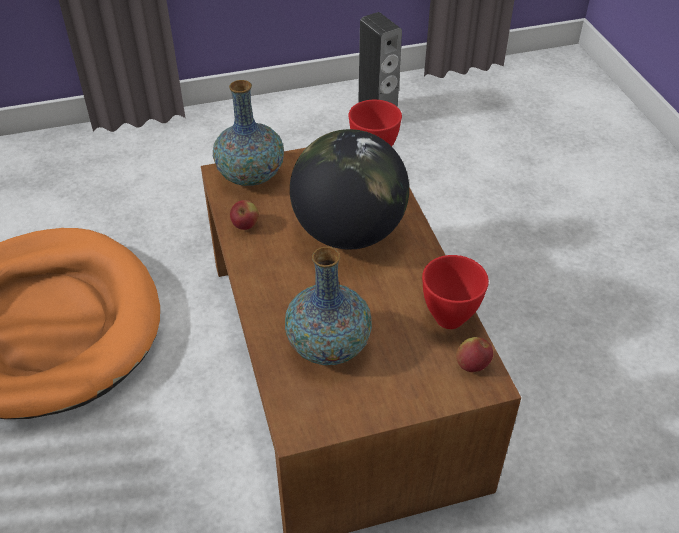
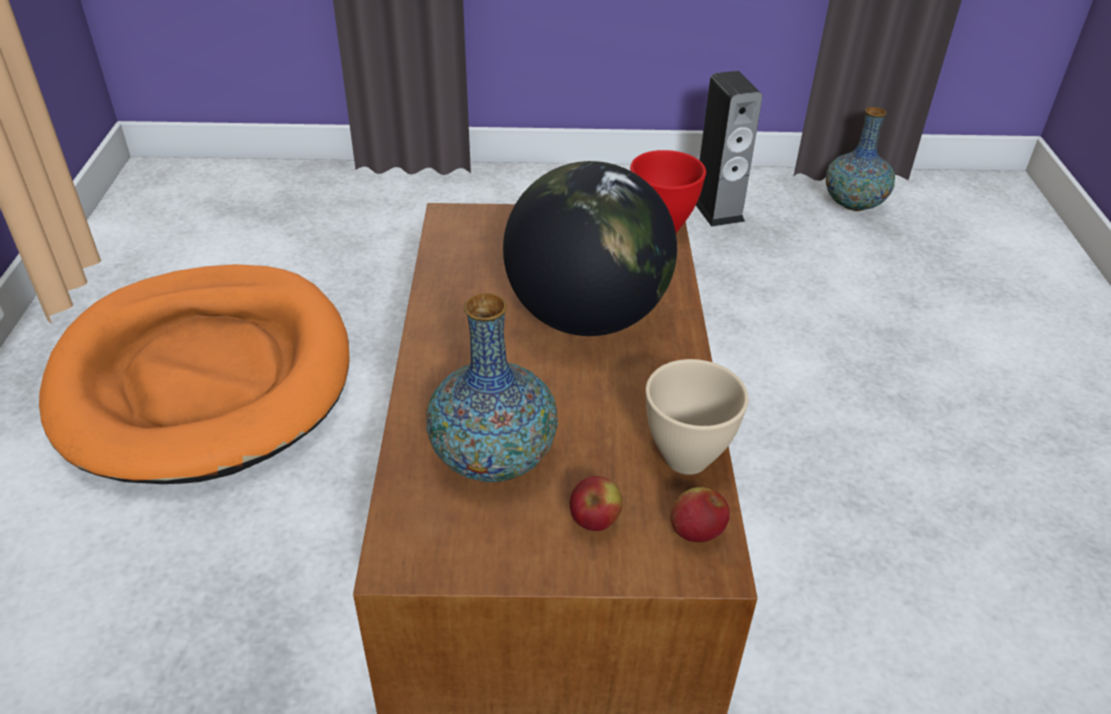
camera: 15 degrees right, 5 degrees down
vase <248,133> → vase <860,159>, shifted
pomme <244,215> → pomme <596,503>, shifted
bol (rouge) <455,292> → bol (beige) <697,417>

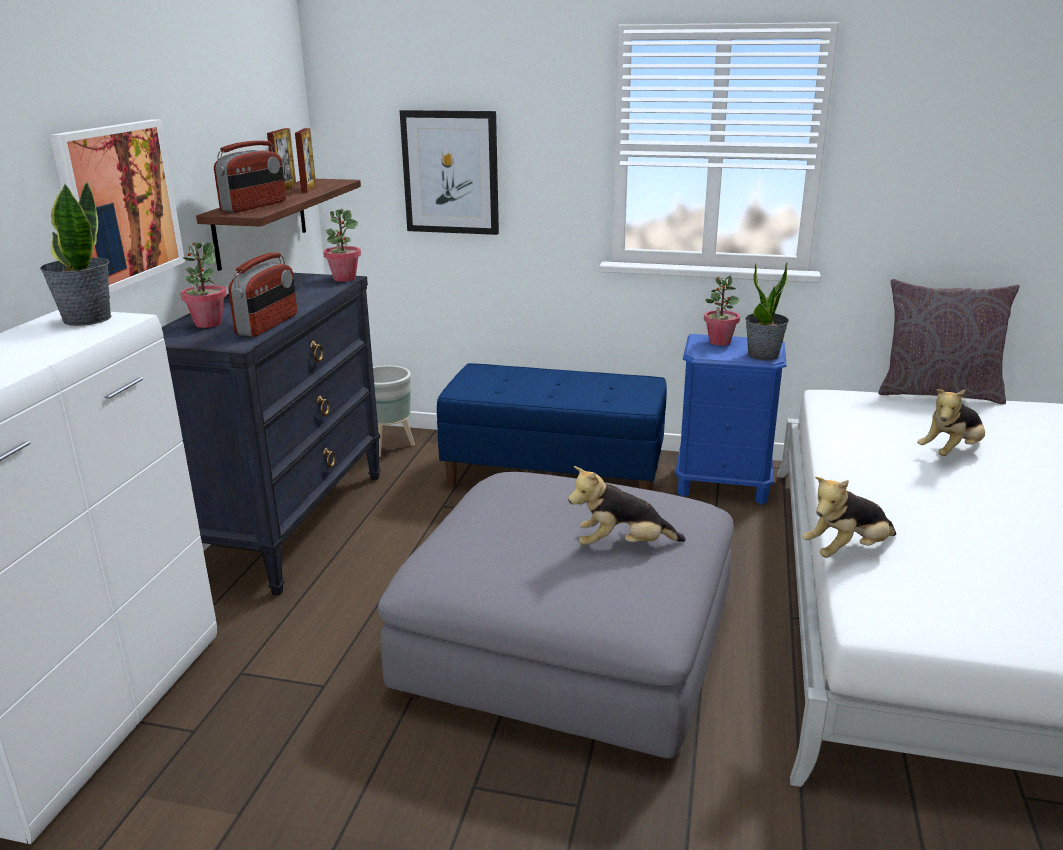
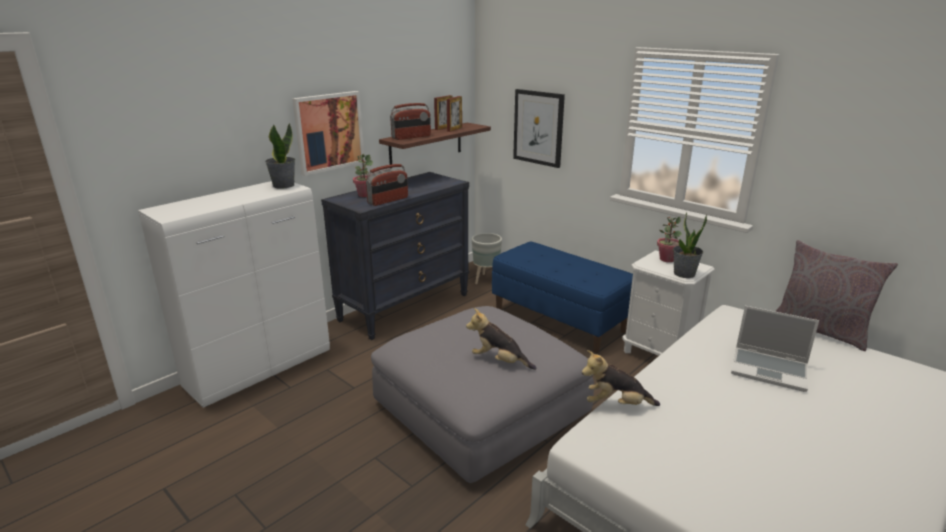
camera: 30 degrees right, 0 degrees up
plante en pot <342,245> → -
table de chevet (bleu) <731,419> → table de chevet (blanc) <668,303>
peluche <951,422> → ordinateur portable <775,349>

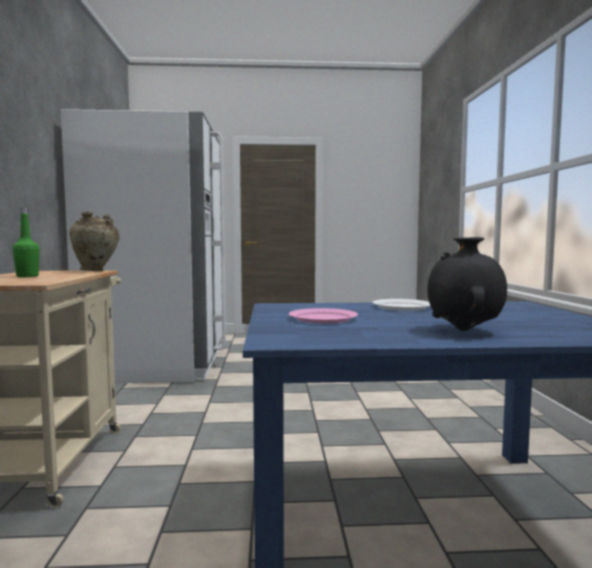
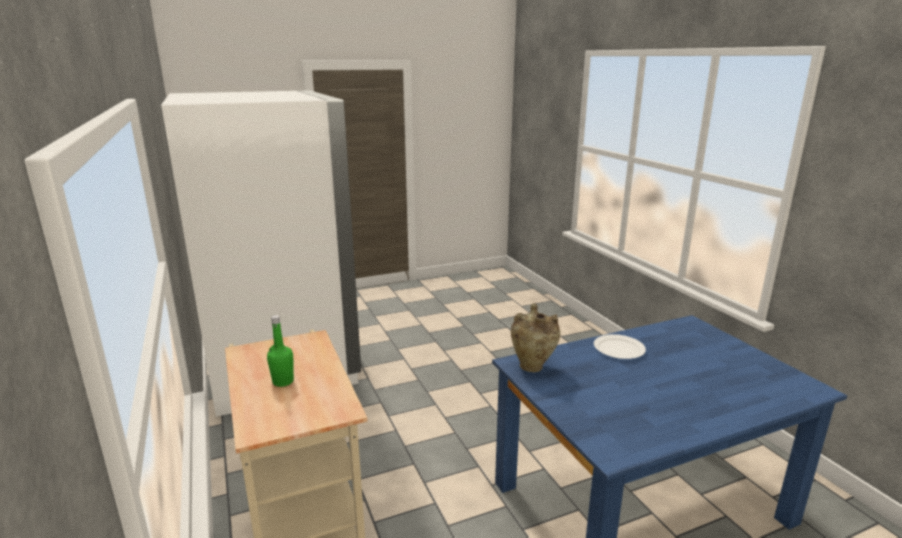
camera: 20 degrees left, 15 degrees up
vase (beige) <94,241> → vase (beige) <535,337>, shifted
assiette (rose) <323,316> → -
vase (noir) <467,284> → -

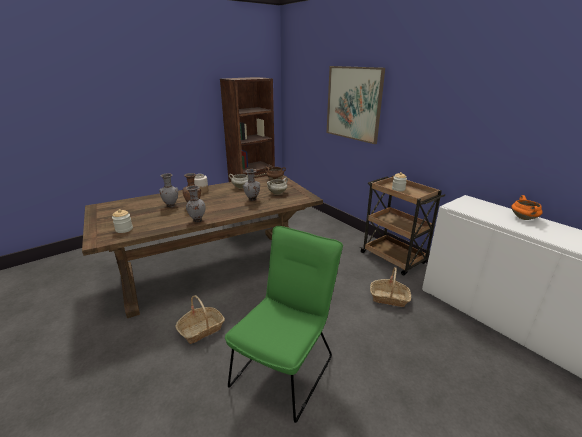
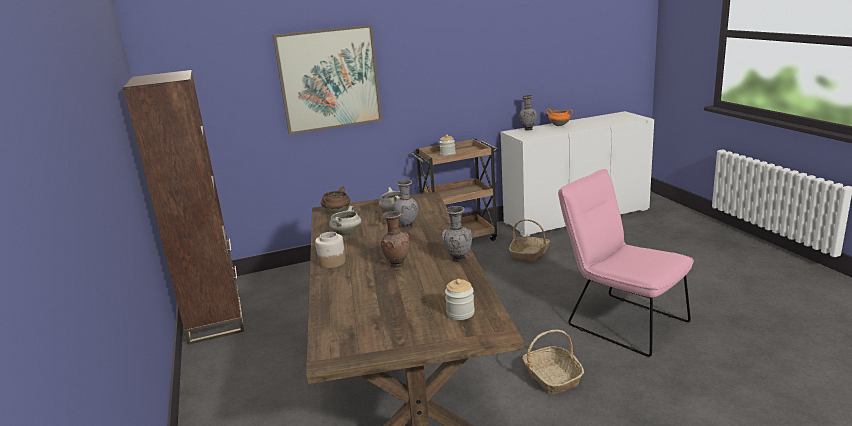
camera: 70 degrees left, 5 degrees down
vase (gris) <168,190> → vase (gris) <528,113>, shifted
chaise (vert) <284,324> → chaise (rose) <626,263>

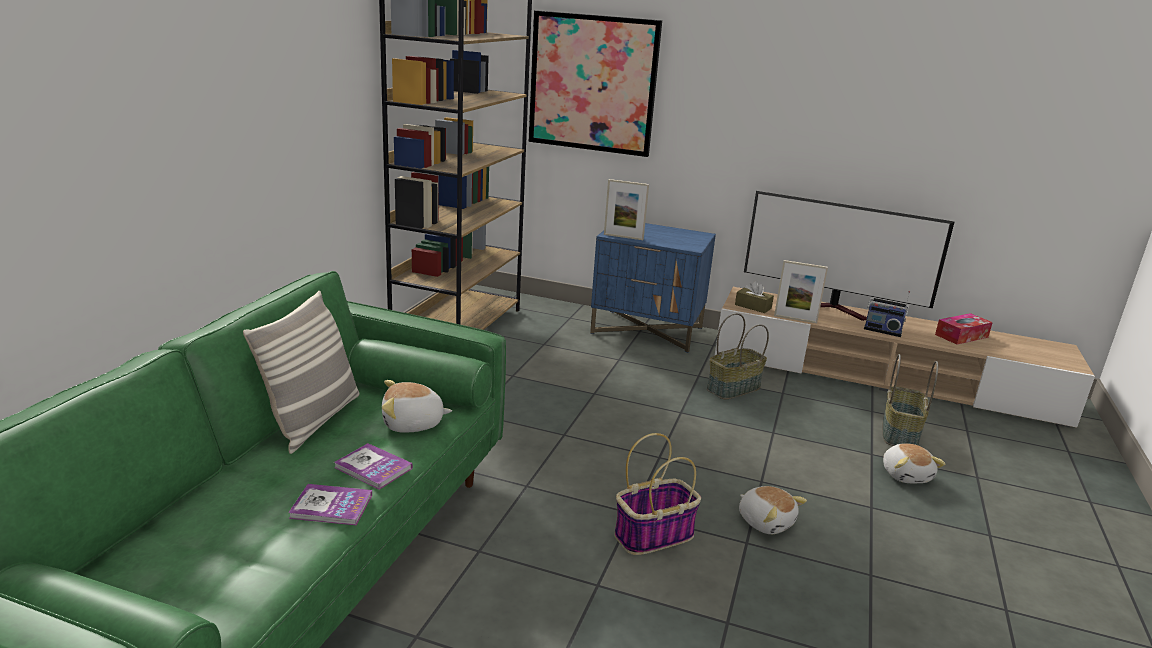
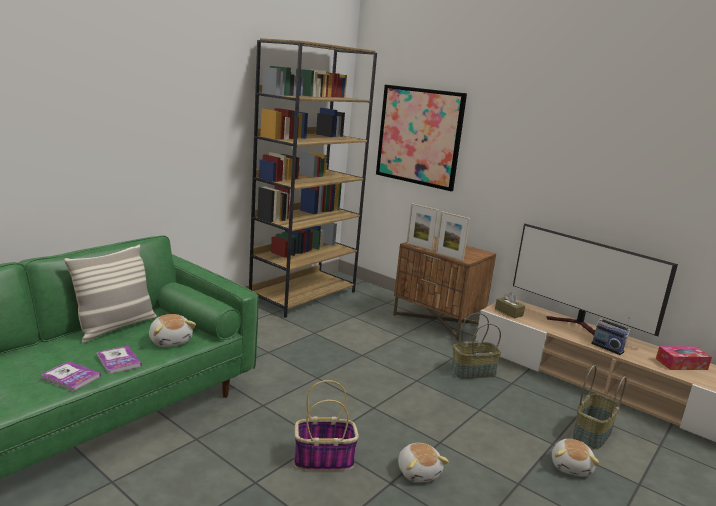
camera: 20 degrees right, 5 degrees down
peluche <417,406> → peluche <172,330>, 135 degrees counterclockwise
table de chevet (bleu) <653,288> → table de chevet (marron) <444,289>
cadre photo <801,291> → cadre photo <452,236>, shifted

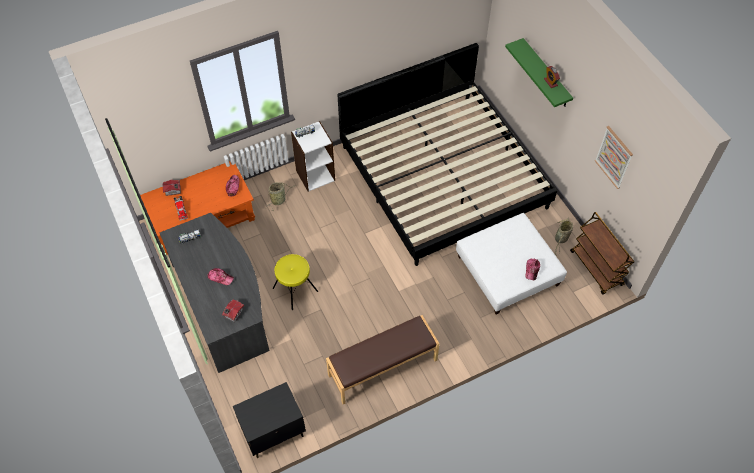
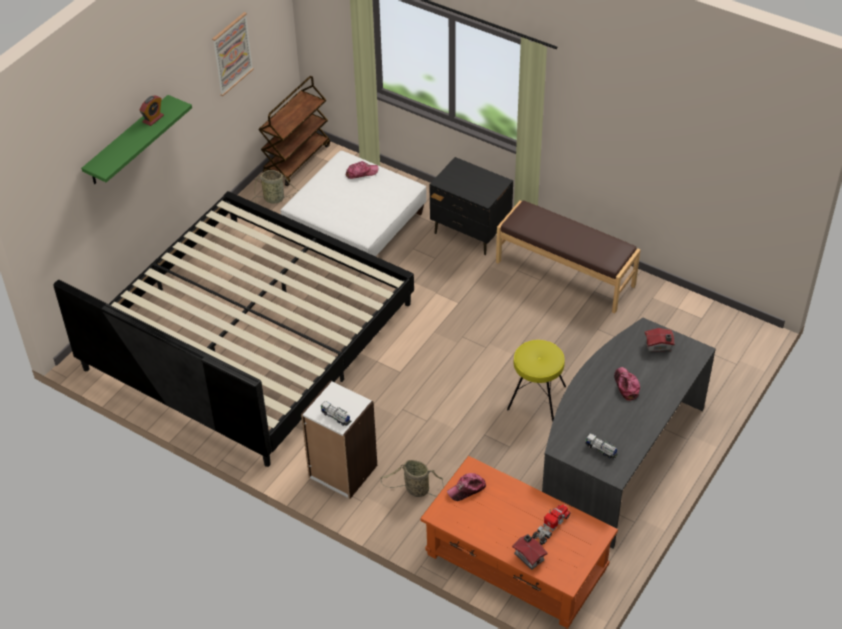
camera: 120 degrees left, 10 degrees down
table de chevet (noir) <269,420> → table de chevet (noir) <471,206>, shifted

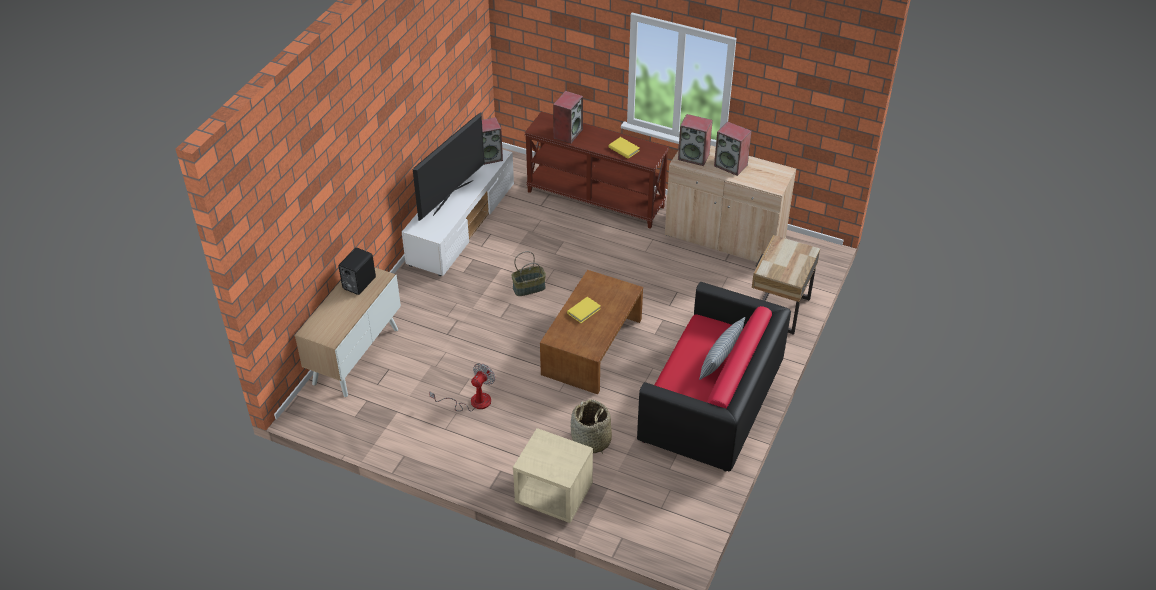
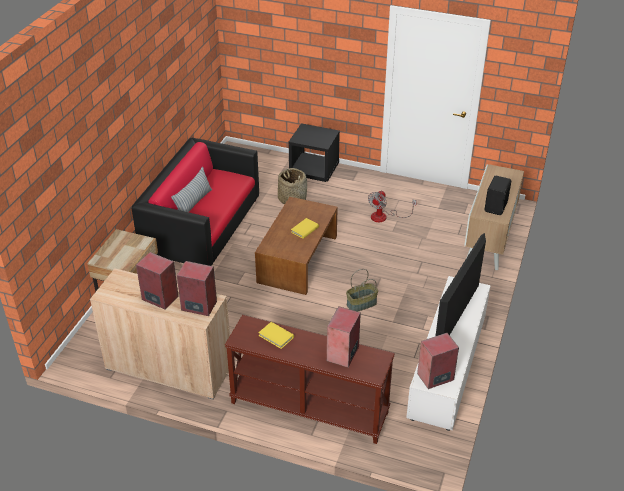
camera: 175 degrees right, 5 degrees down
table de chevet (beige) <553,475> → table de chevet (noir) <314,152>

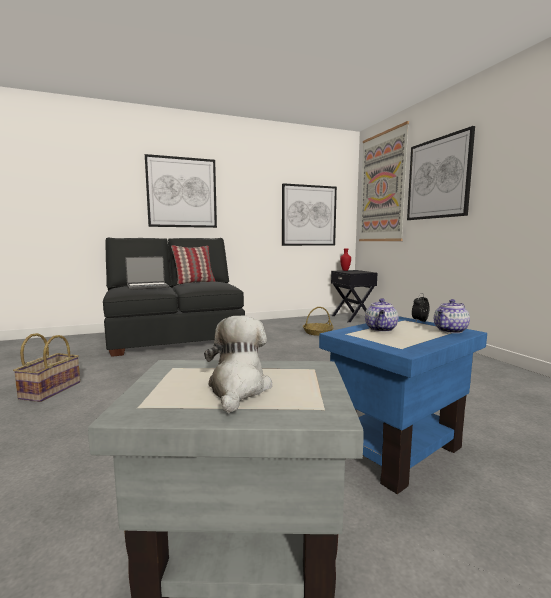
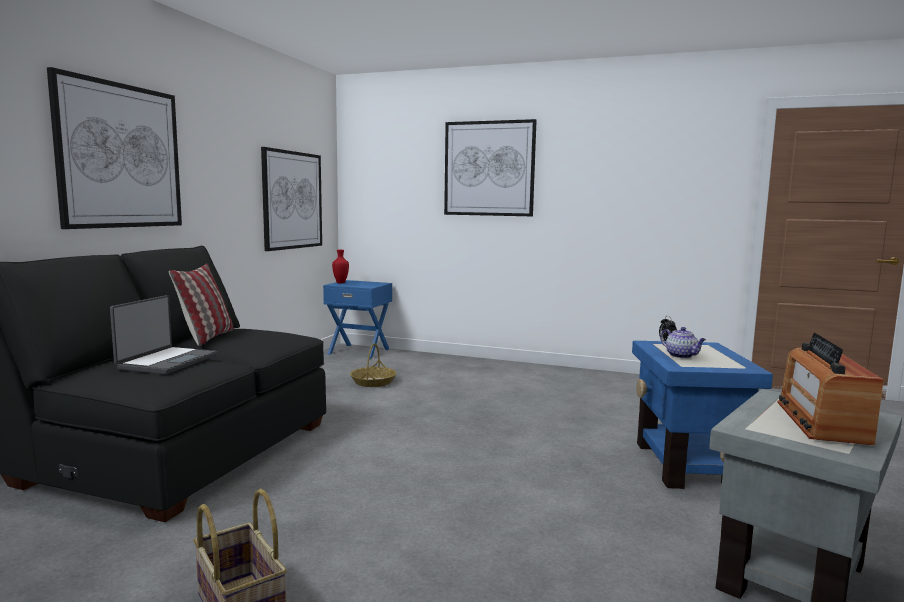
camera: 50 degrees left, 0 degrees up
peluche <238,364> → radio <830,389>
table de chevet (noir) <354,296> → table de chevet (bleu) <357,319>
tableau <384,181> → -
théière <452,316> → -

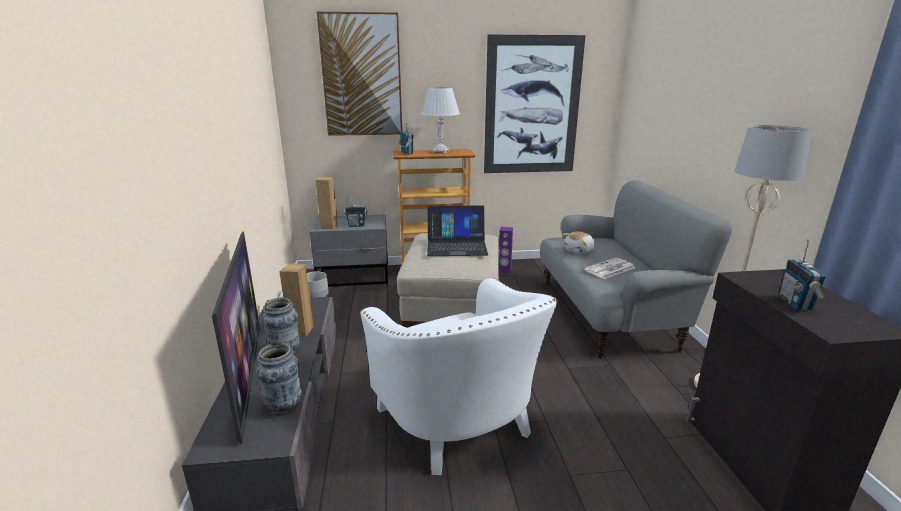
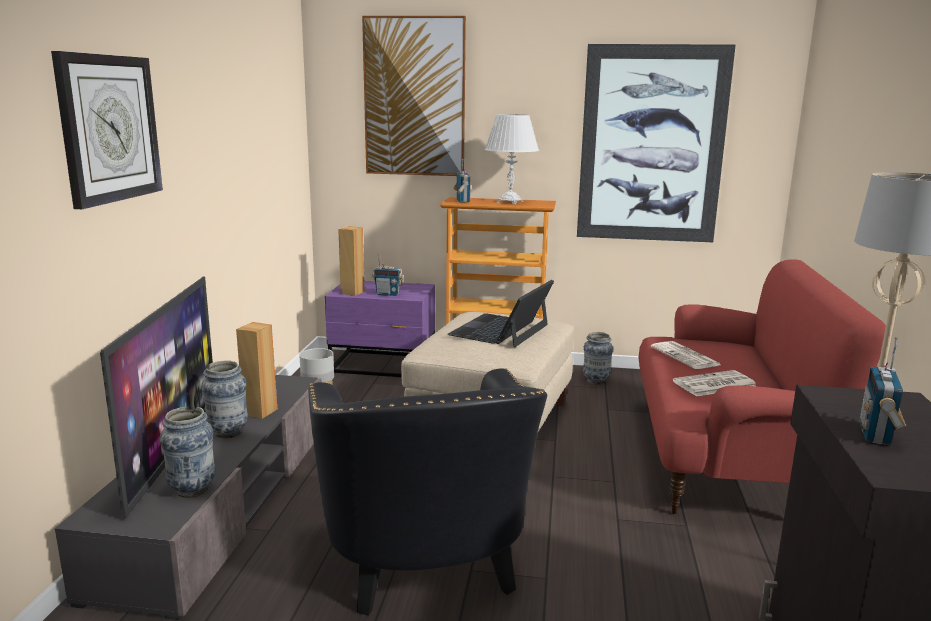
camera: 15 degrees right, 5 degrees down
table de chevet (gris) <349,250> → table de chevet (violet) <380,329>
fauteuil (blanc) <459,376> → fauteuil (noir) <428,492>
ordinateur portable <457,230> → ordinateur portable <501,313>, 105 degrees clockwise
enceinte (violet) <506,250> → vase <598,358>
canapé (gris) <636,269> → canapé (rouge) <762,387>
peluche <578,243> → journal <685,355>
- → horloge murale <107,130>

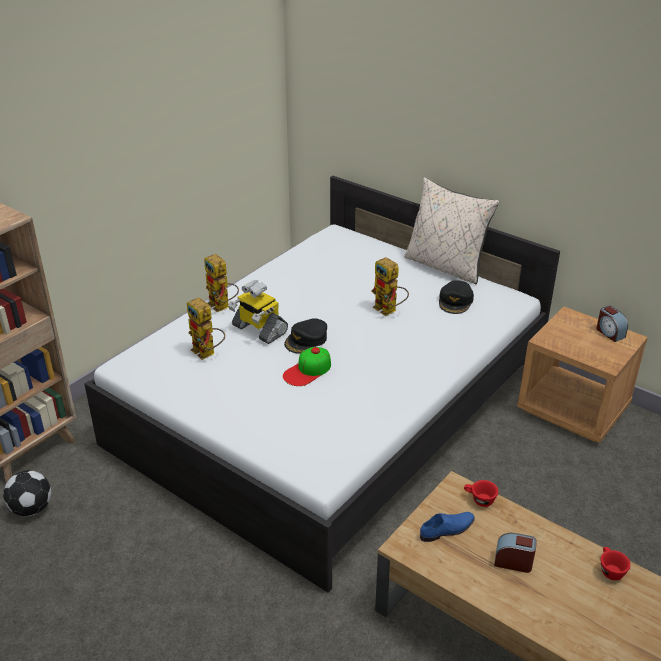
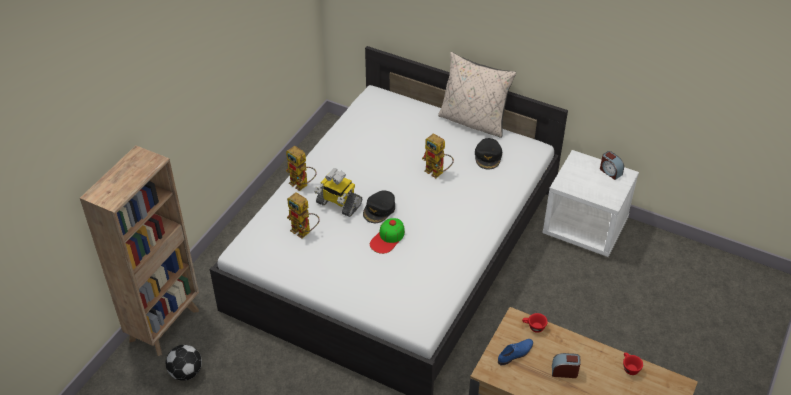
camera: 10 degrees left, 10 degrees up
table de chevet (marron) <582,374> → table de chevet (blanc) <590,203>

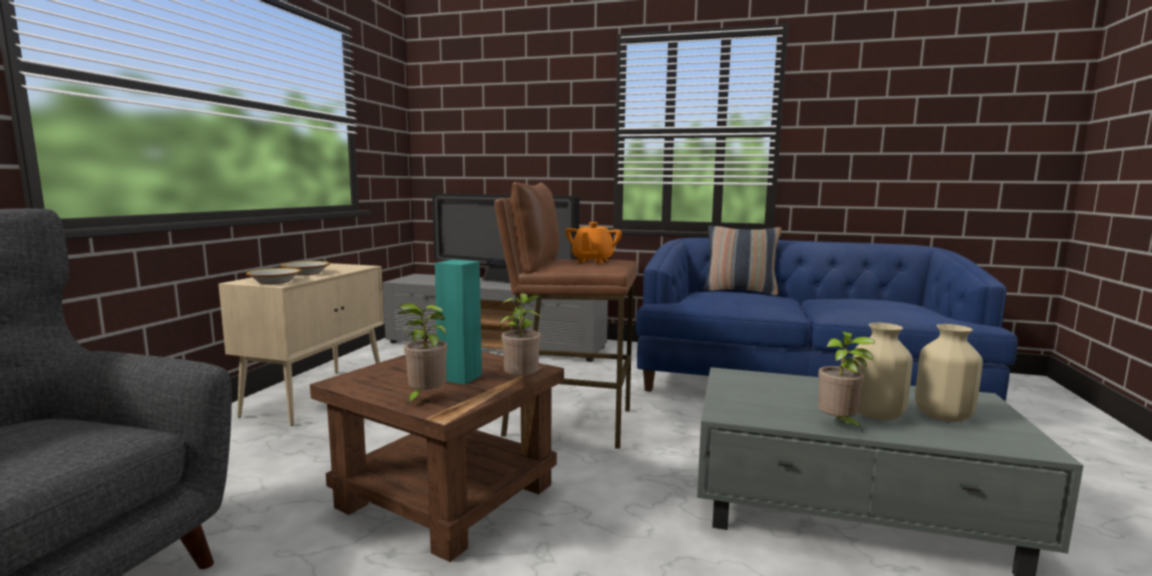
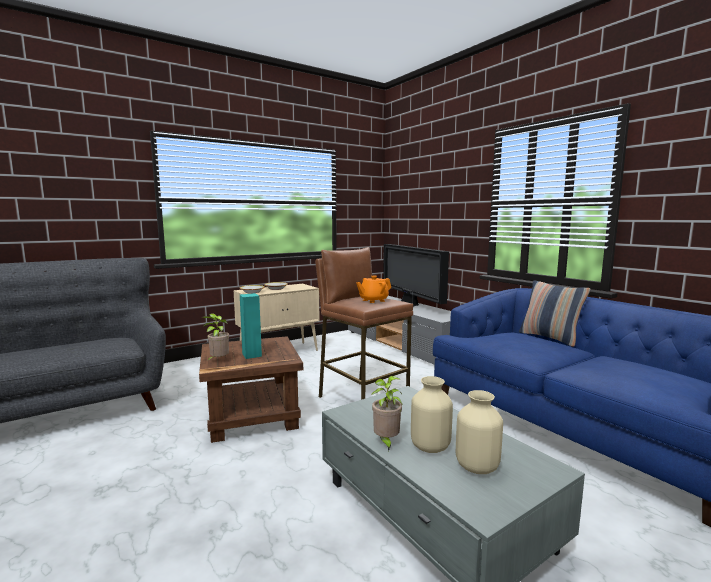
camera: 40 degrees right, 0 degrees up
plante en pot <521,334> → -

